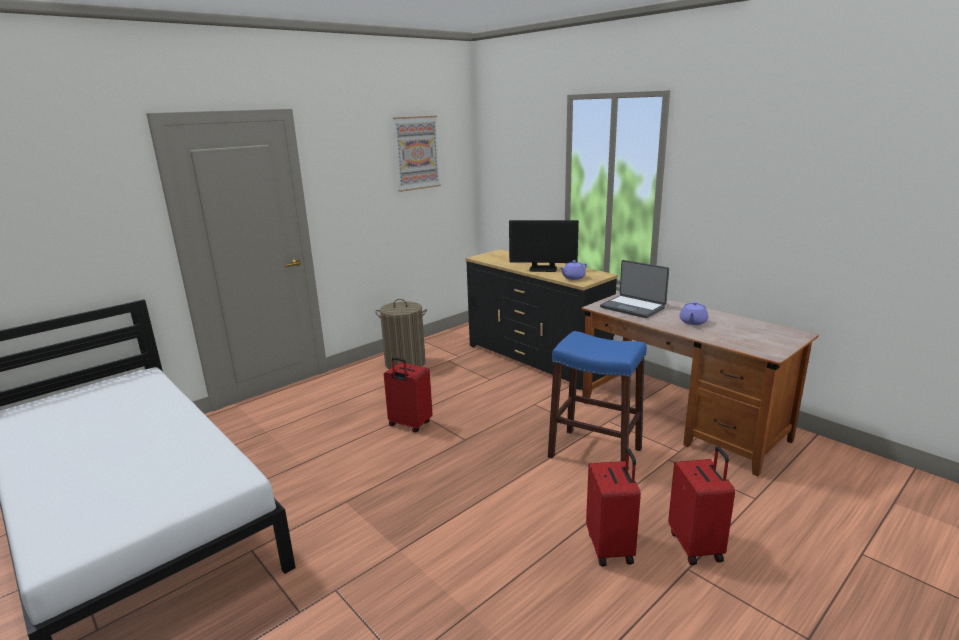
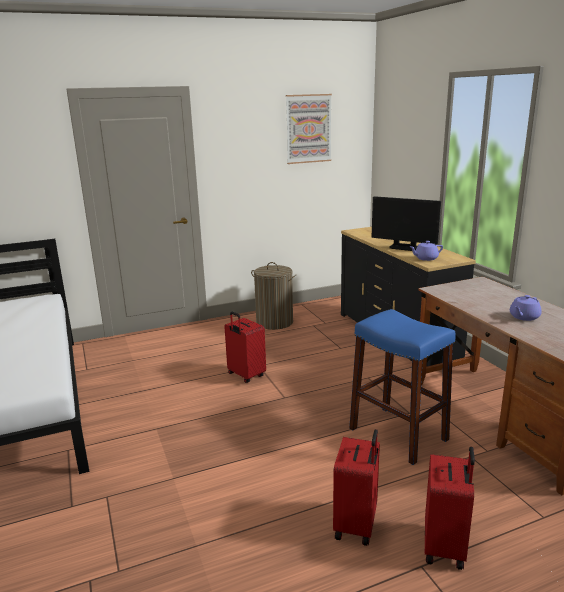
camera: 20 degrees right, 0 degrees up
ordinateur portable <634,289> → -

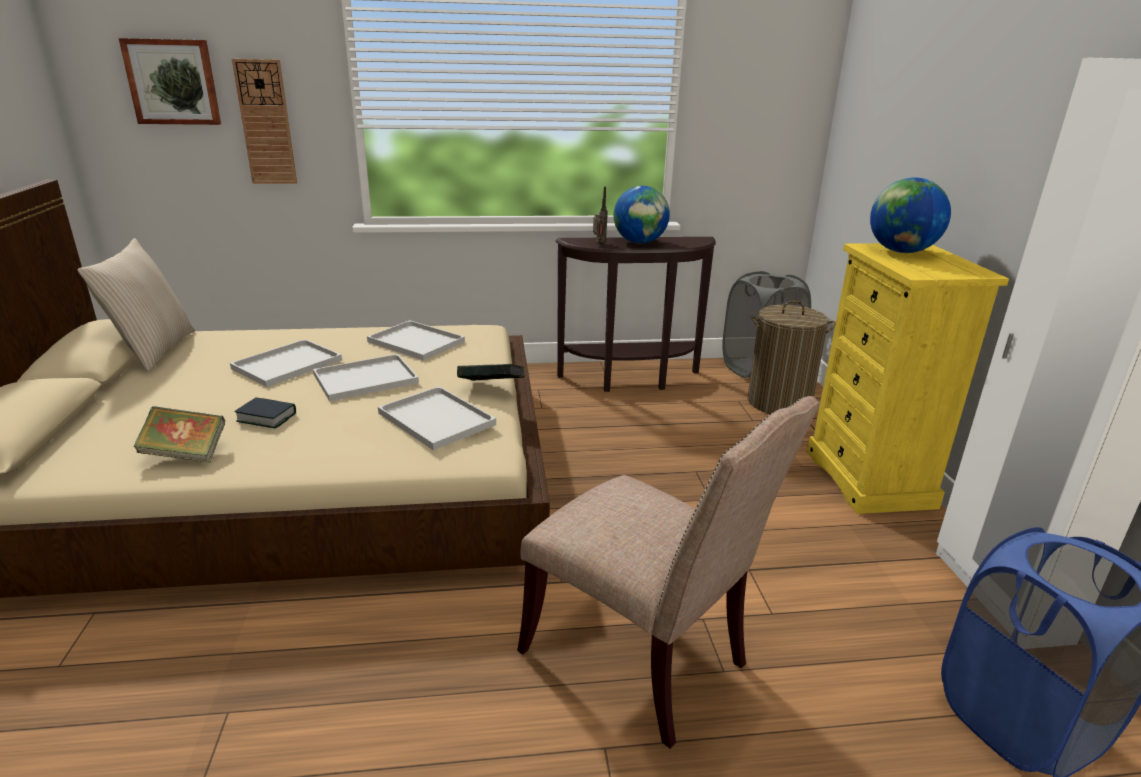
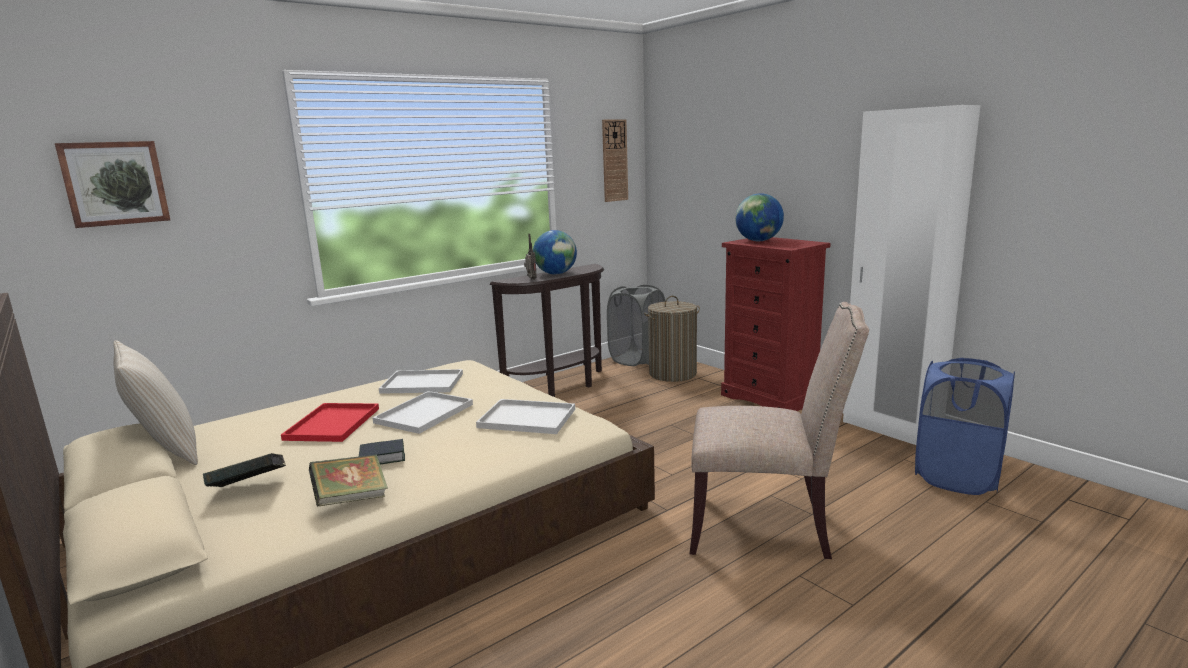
camera: 30 degrees left, 10 degrees down
plateau (blanc) <286,363> → plateau (rouge) <330,422>
horloge murale <264,121> → horloge murale <615,160>, shifted
livre <491,372> → livre <244,470>, shifted
commode (jaune) <908,378> → commode (rouge) <776,324>

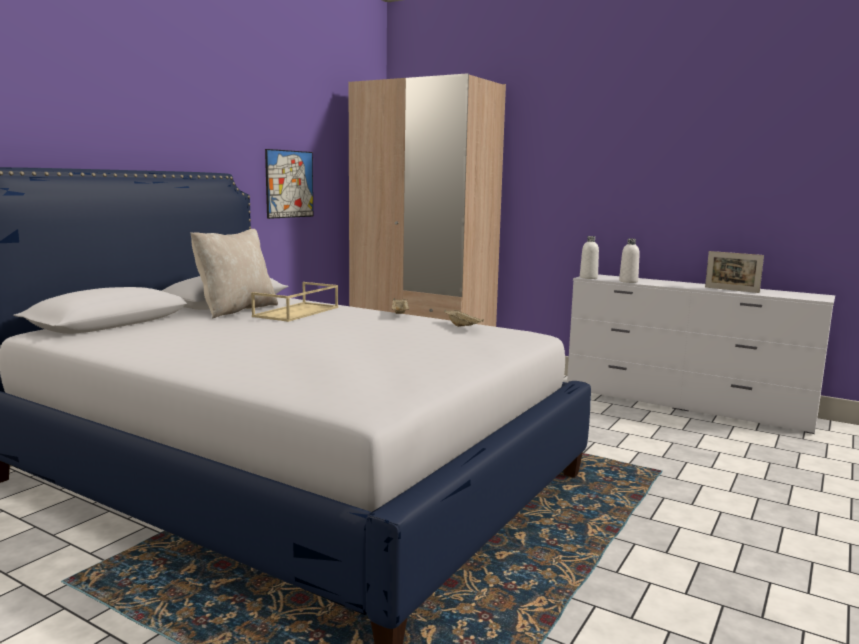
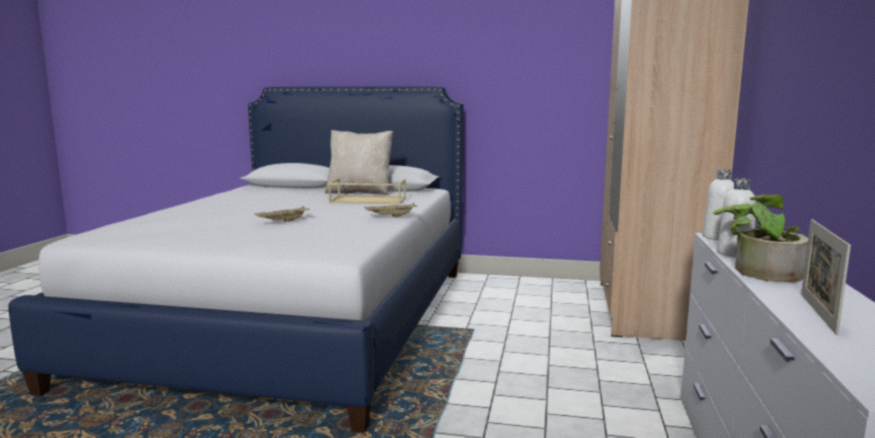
camera: 70 degrees right, 0 degrees up
tableau <289,184> → -
plateau (beige) <464,318> → plateau (beige) <282,214>, shifted
- → plante en pot <760,238>

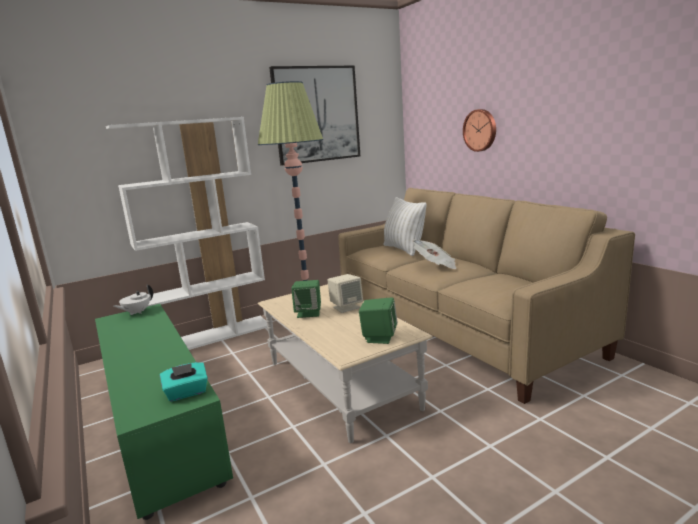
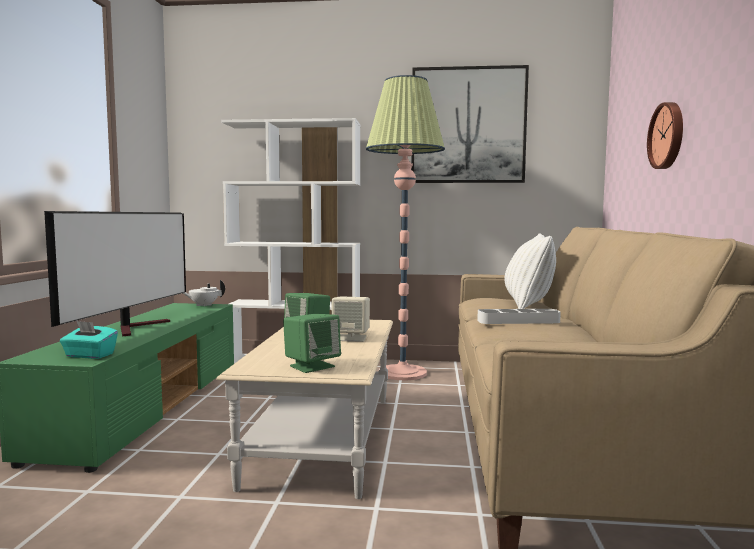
camera: 35 degrees right, 10 degrees down
journal <434,254> → plateau (gris) <519,316>
- → téléviseur <115,274>

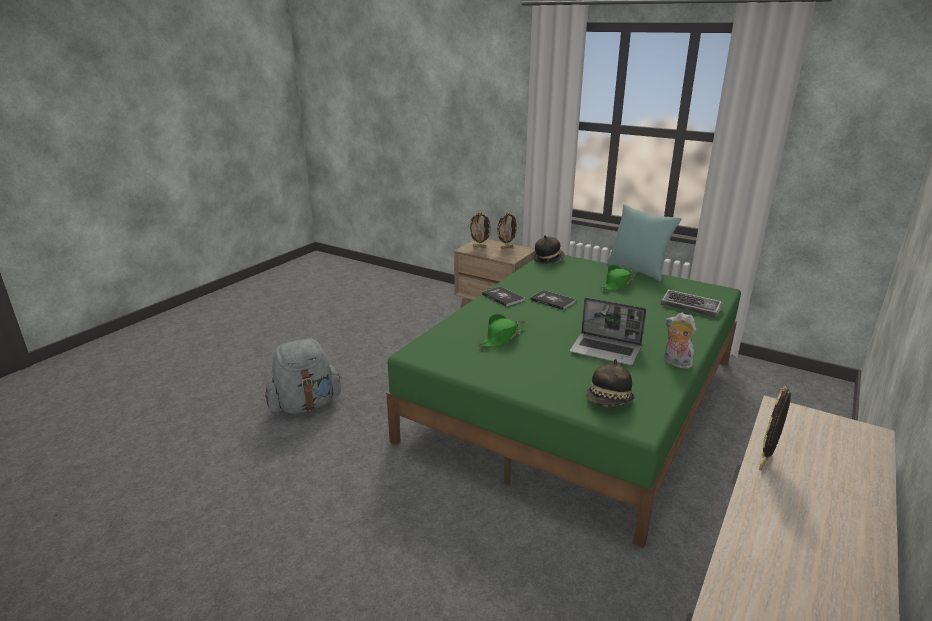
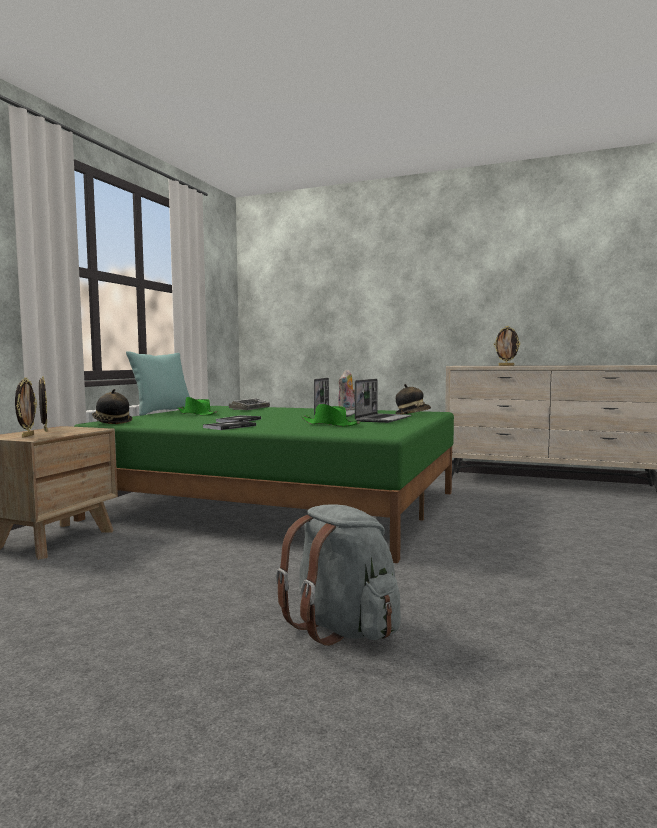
camera: 100 degrees left, 20 degrees down
- → ordinateur portable <383,401>

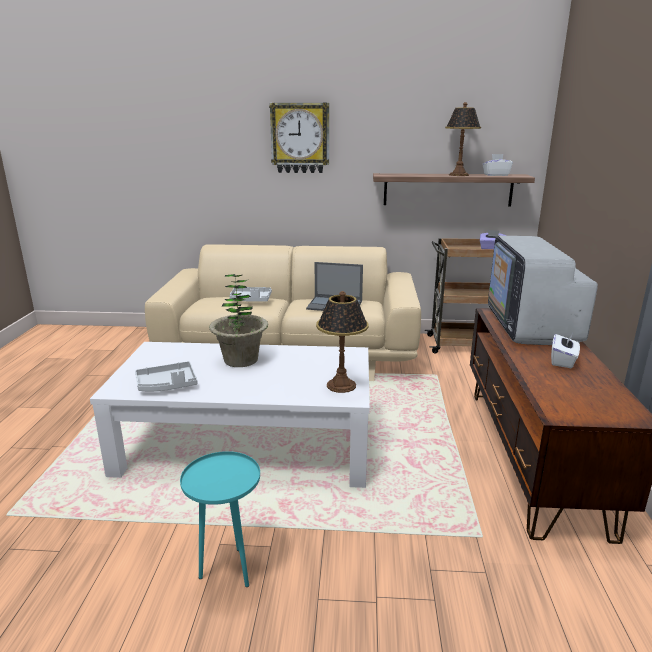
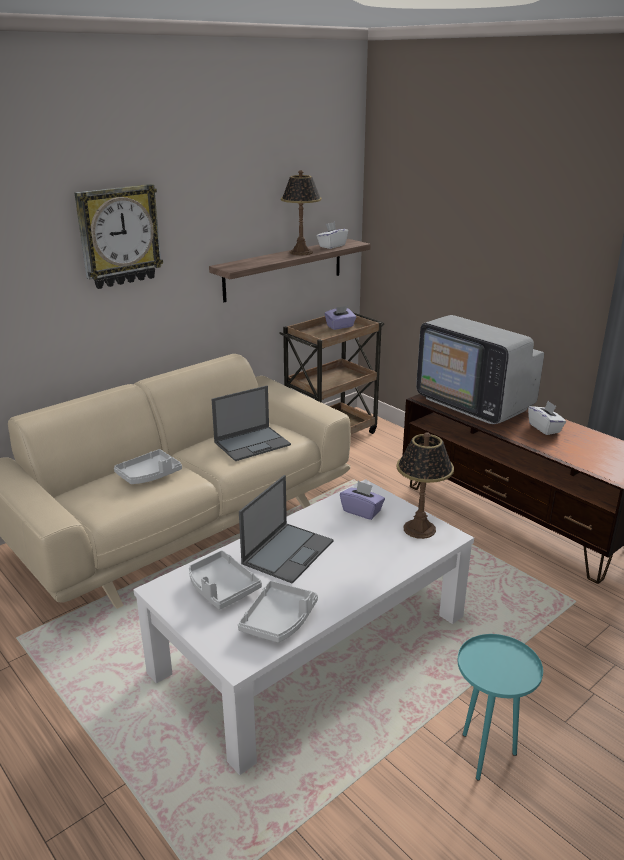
camera: 45 degrees left, 5 degrees up
plante en pot <238,320> → ordinateur portable <286,529>
- → plateau (gris) <225,580>
- → boîte à mouchoirs (violet) <362,500>

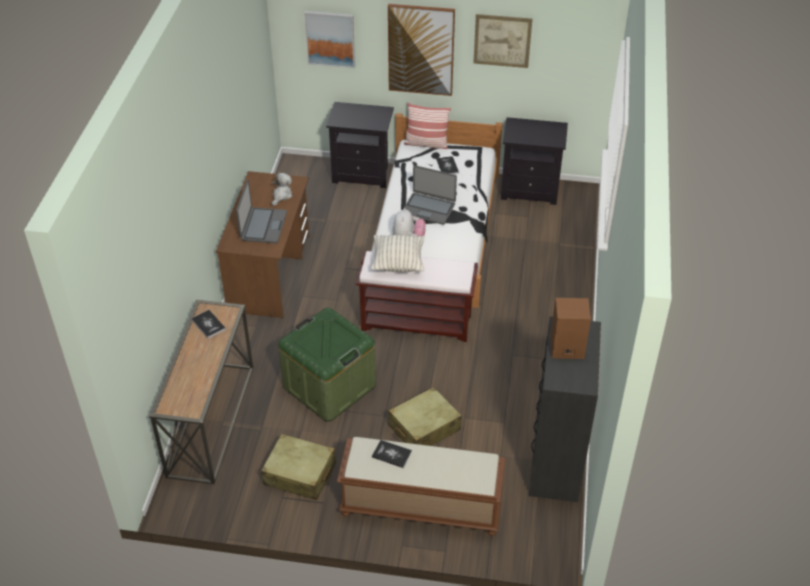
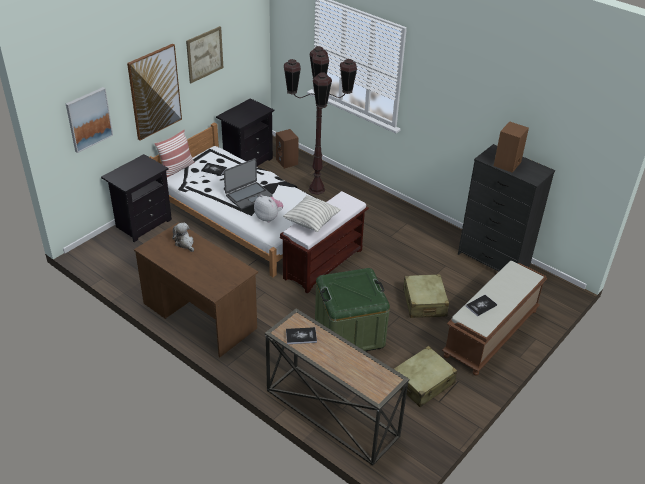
camera: 60 degrees left, 5 degrees down
ordinateur portable <261,211> → -
- → enceinte (marron) <287,149>
- → lampadaire (marron) <320,120>

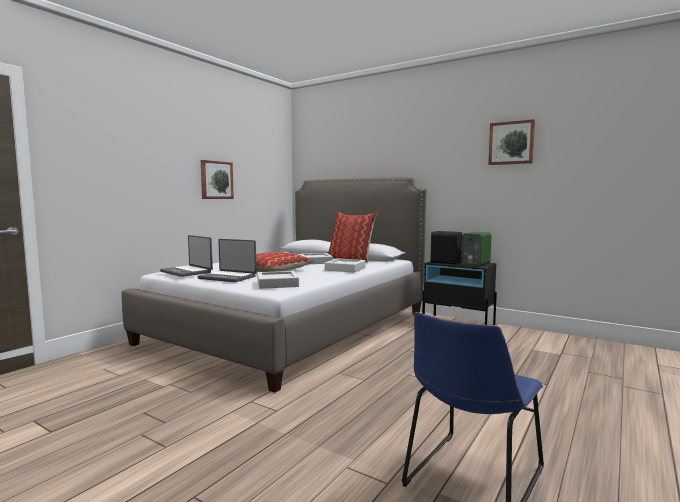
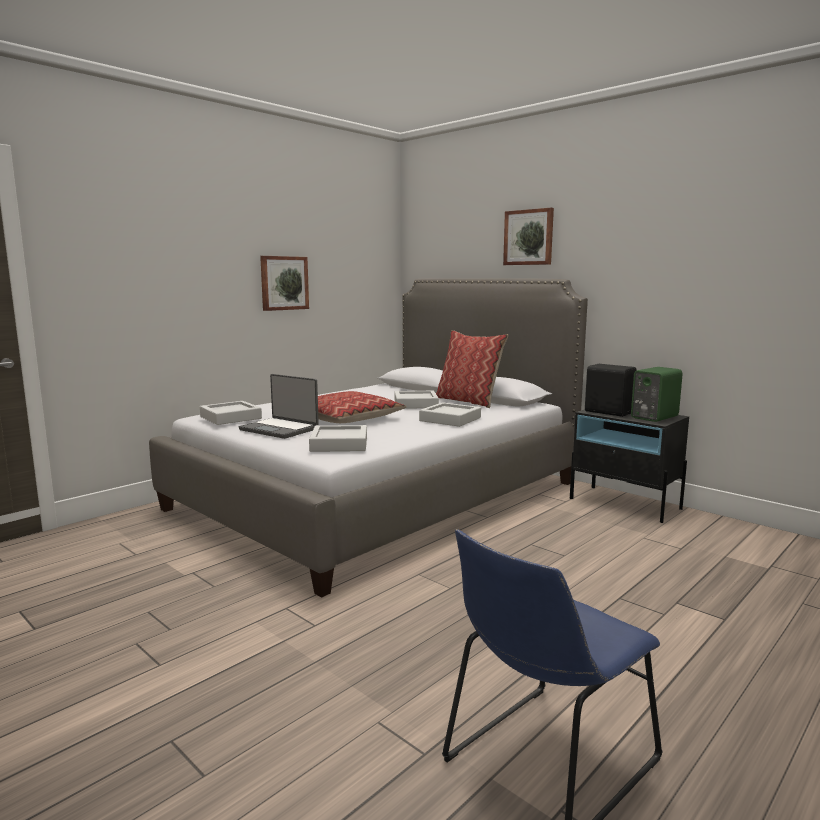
camera: 10 degrees right, 5 degrees up
ordinateur portable <186,256> → plateau (gris) <231,413>
tableau <511,142> → tableau <528,236>, shifted

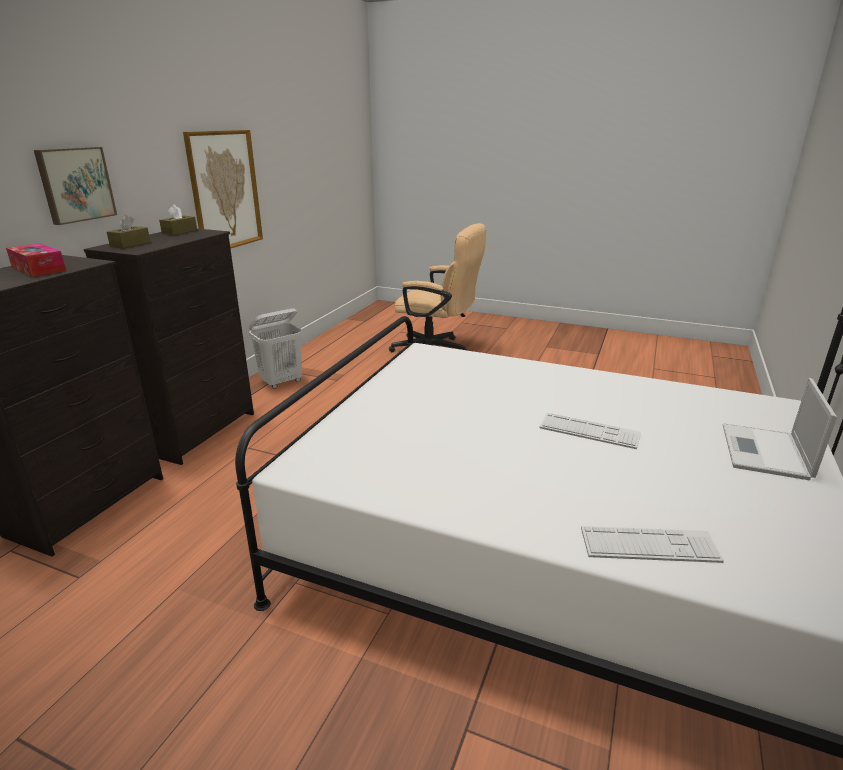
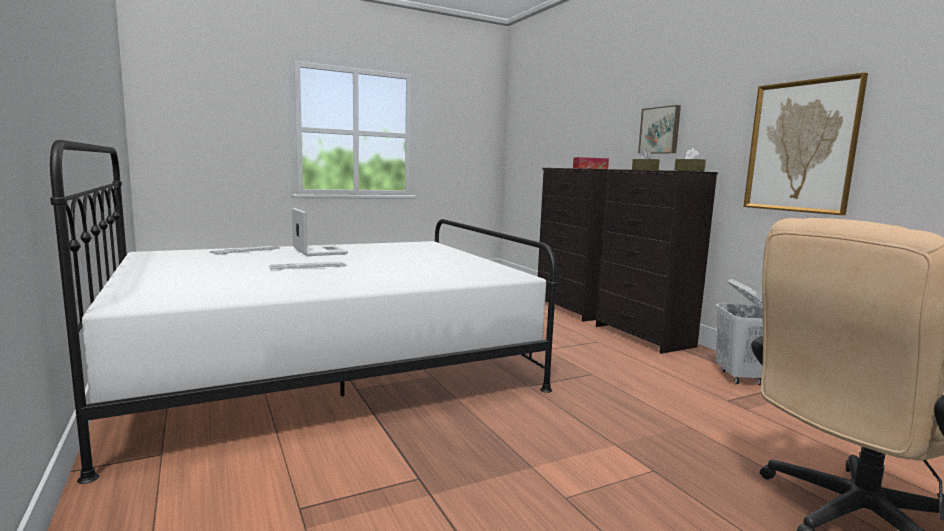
camera: 130 degrees right, 15 degrees down
ordinateur portable <780,429> → ordinateur portable <320,232>, shifted

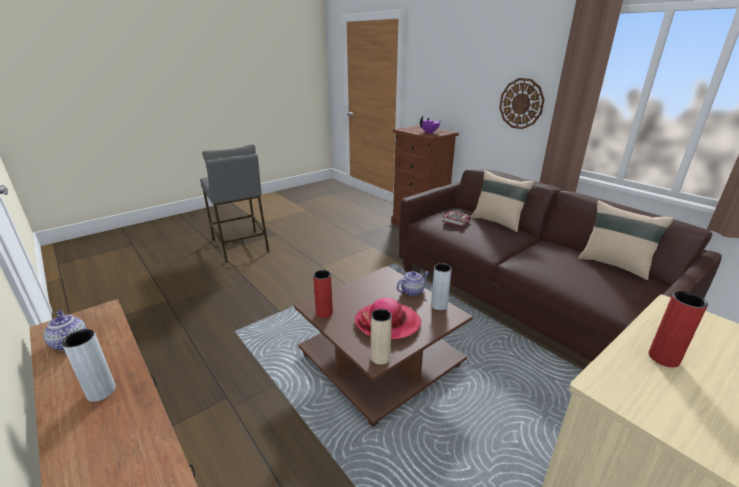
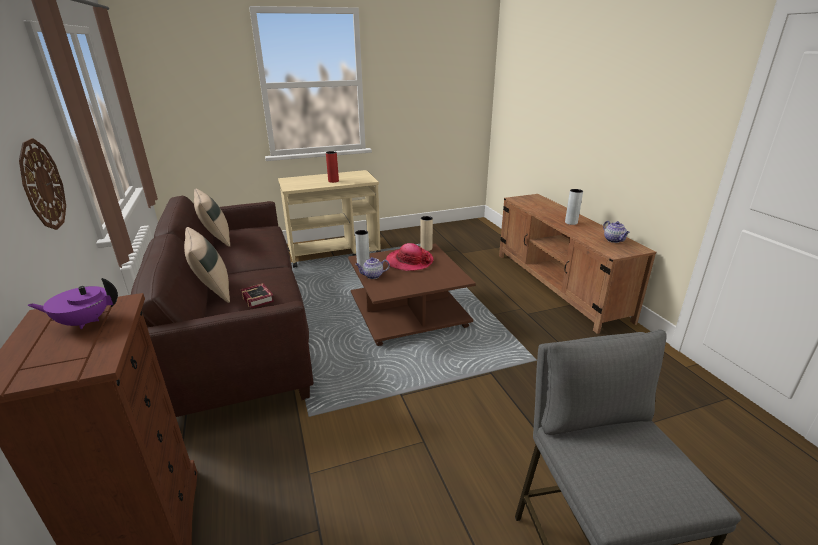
camera: 160 degrees left, 0 degrees up
vase (rouge) <323,294> → -

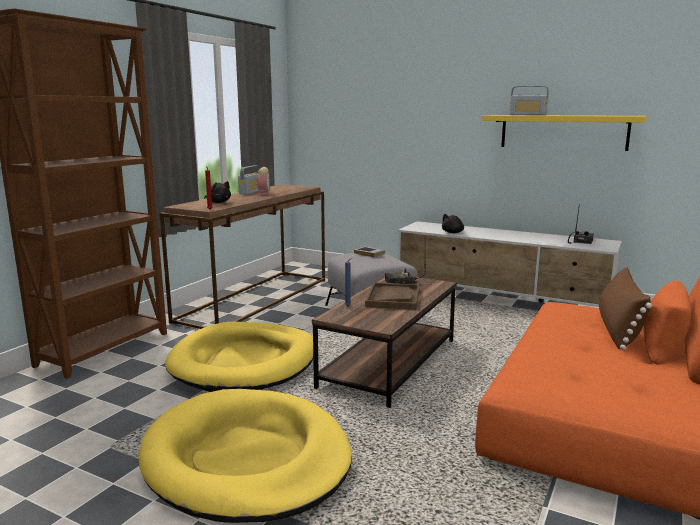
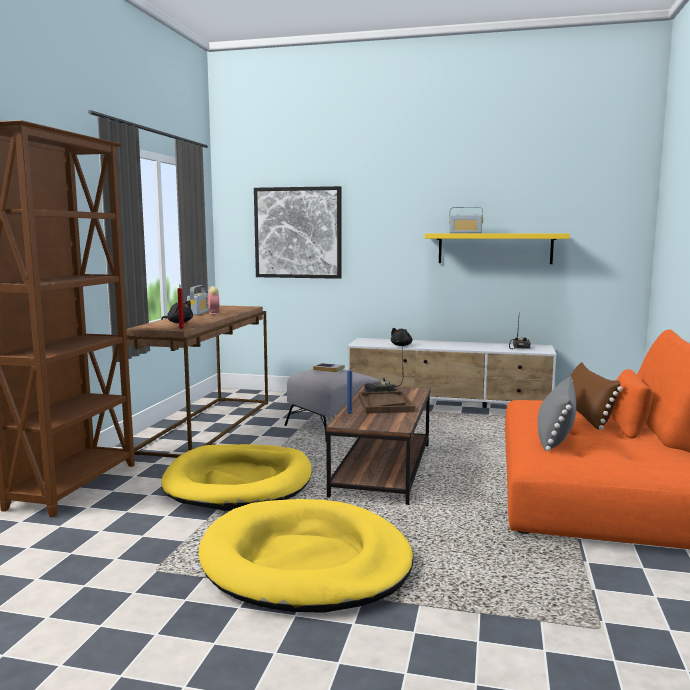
camera: 15 degrees left, 5 degrees down
- → tableau <297,232>
- → coussin (gris) <557,413>

